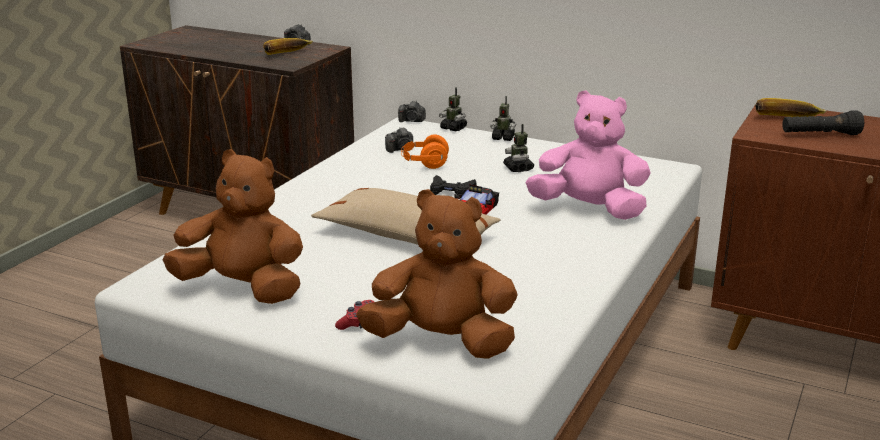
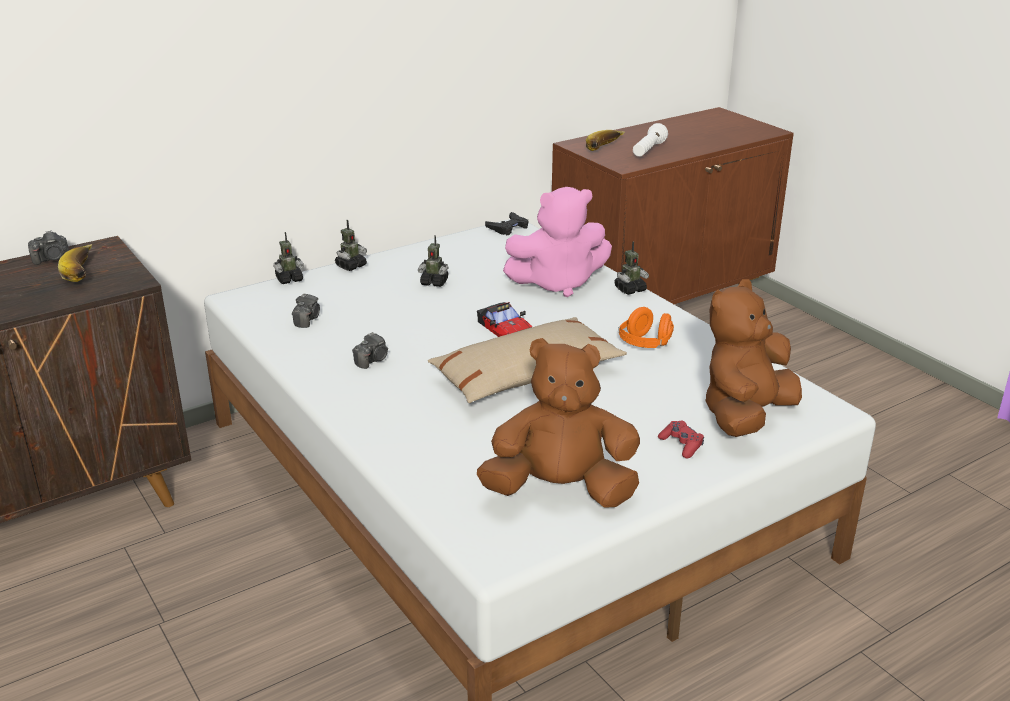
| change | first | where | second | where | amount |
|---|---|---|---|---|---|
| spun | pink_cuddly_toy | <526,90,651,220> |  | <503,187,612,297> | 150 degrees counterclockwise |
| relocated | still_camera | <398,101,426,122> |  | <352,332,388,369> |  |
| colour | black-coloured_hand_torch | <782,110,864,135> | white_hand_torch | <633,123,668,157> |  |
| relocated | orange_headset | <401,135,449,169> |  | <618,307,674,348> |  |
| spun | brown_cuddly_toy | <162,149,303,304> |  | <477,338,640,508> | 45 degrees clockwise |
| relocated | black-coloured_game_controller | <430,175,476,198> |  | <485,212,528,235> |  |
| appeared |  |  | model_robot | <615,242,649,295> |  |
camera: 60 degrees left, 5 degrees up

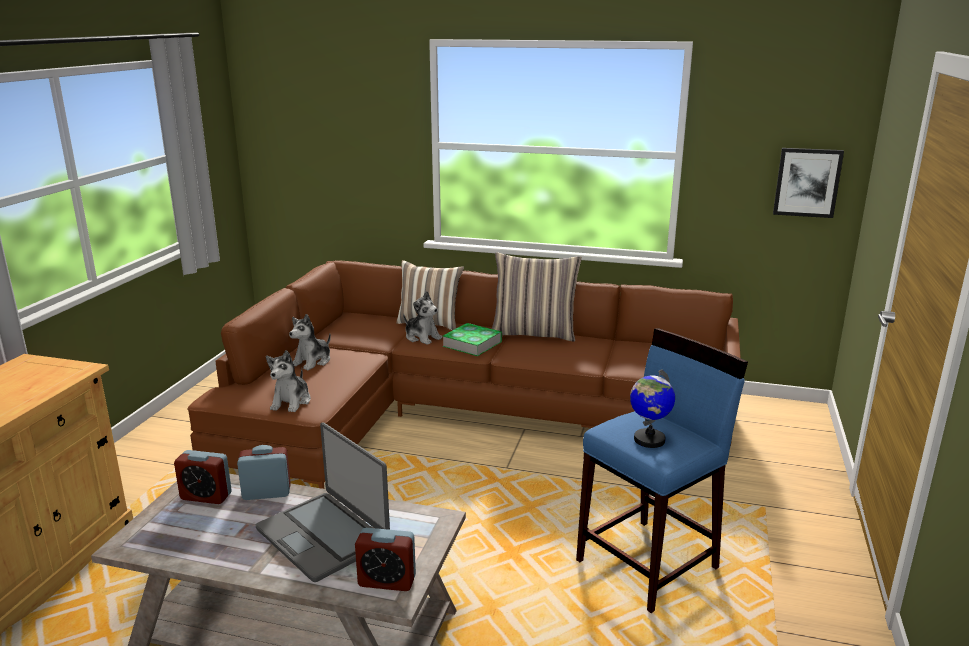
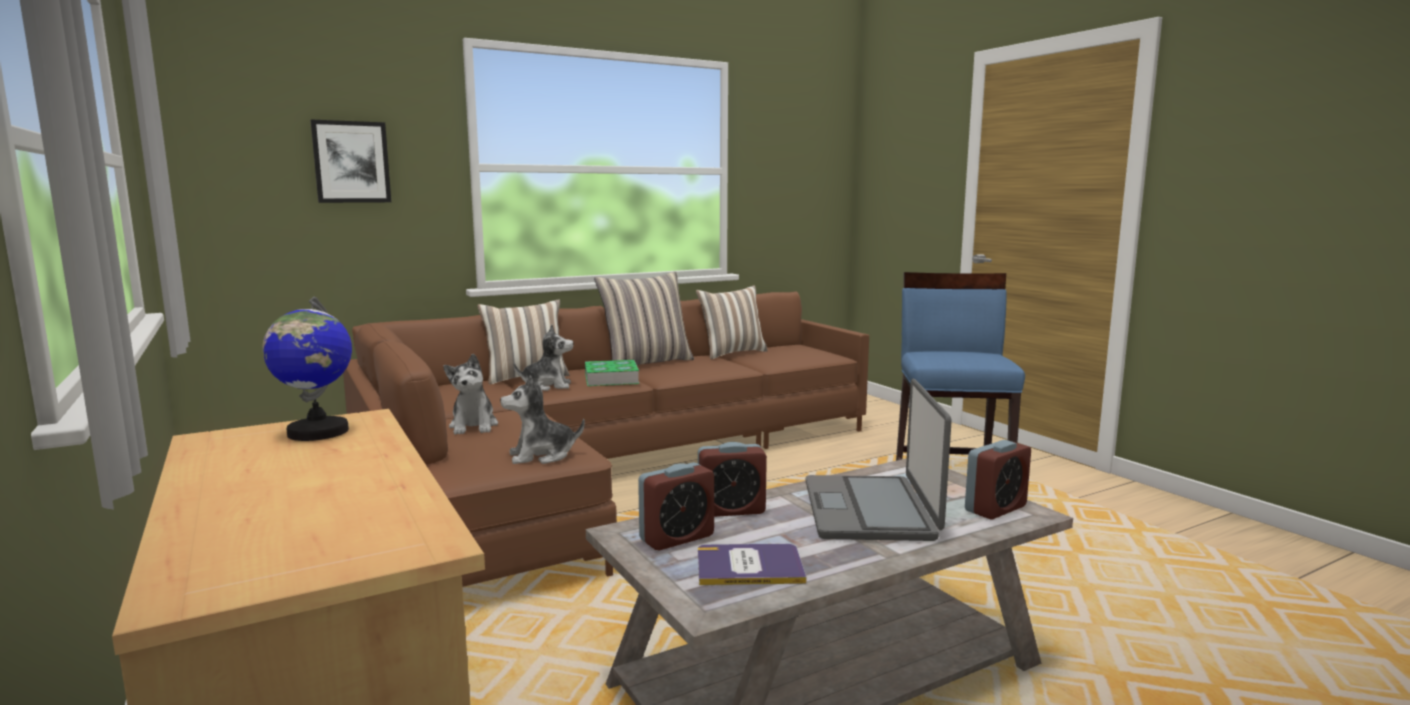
| change | first | where | second | where | amount |
|---|---|---|---|---|---|
| relocated | wall_art | <773,148,844,218> |  | <310,119,391,203> |  |
| spun | cuddly_toy | <266,350,311,412> |  | <500,375,585,464> | 105 degrees clockwise |
| relocated | world_globe | <630,369,675,448> |  | <263,296,352,441> |  |
| spun | portable_computer | <256,422,390,582> |  | <806,379,952,541> | 90 degrees clockwise |
| spun | alarm_clock | <237,445,291,500> |  | <698,442,767,517> | 135 degrees counterclockwise |
| appeared |  |  | pillow | <696,286,768,359> |  |
| appeared |  |  | book | <698,544,806,585> |  |
camera: 45 degrees left, 10 degrees down

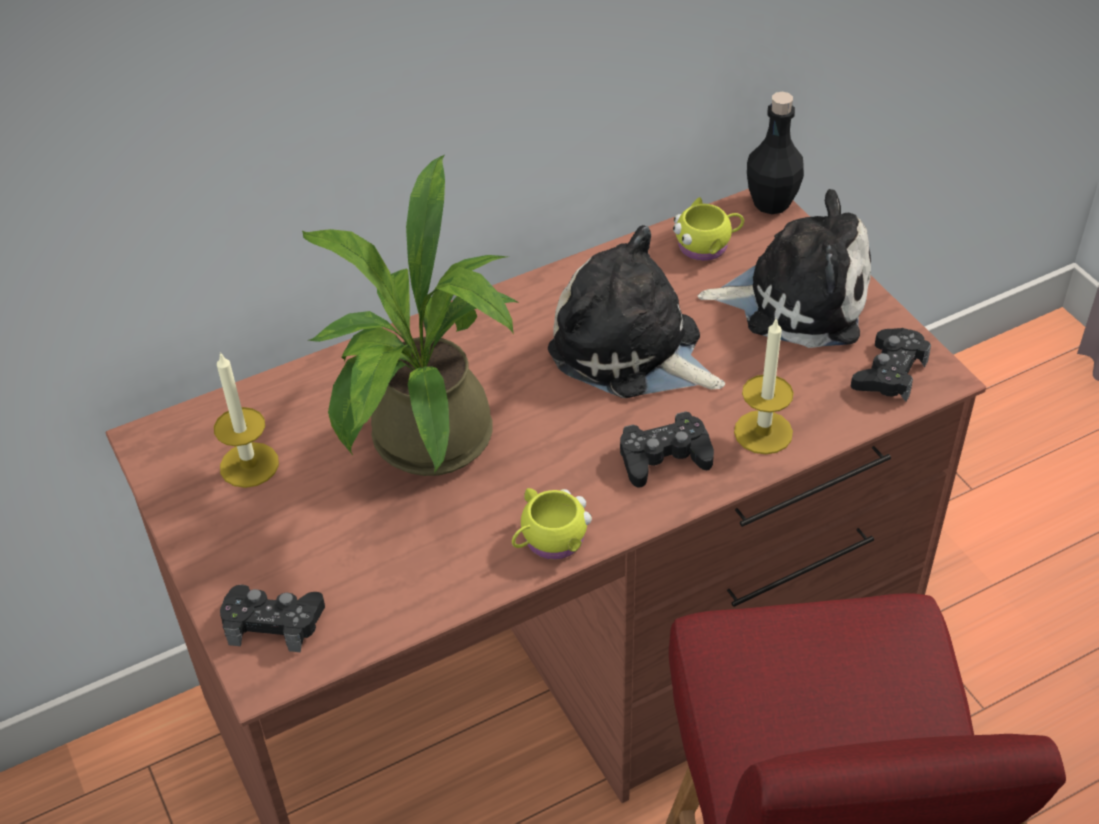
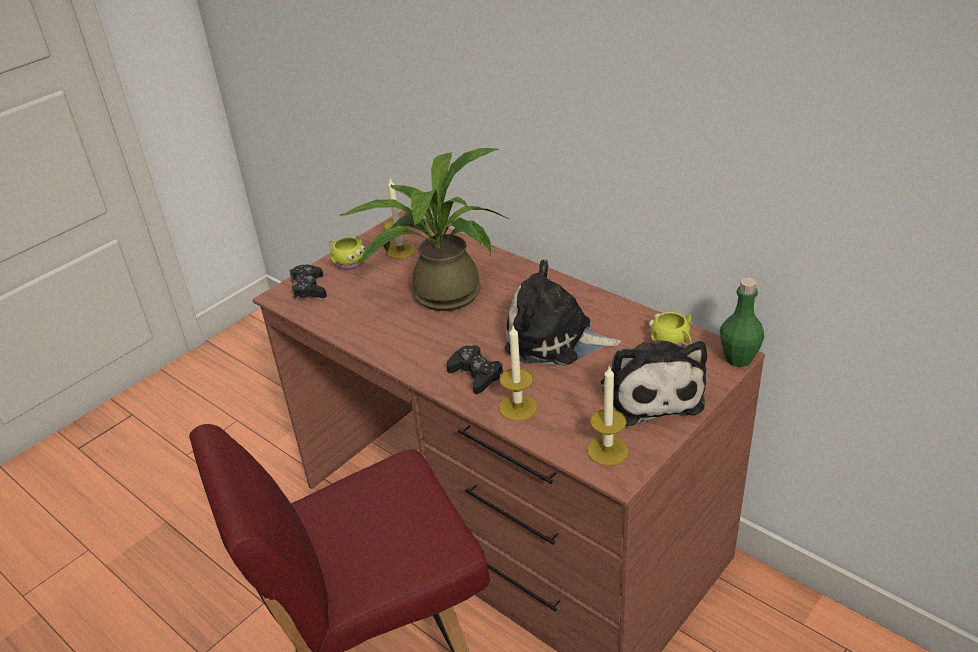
| change | first | where | second | where | amount |
|---|---|---|---|---|---|
| colour | black-coloured_drink_bottle | <747,92,804,214> | green_drink_bottle | <720,278,764,367> |  |
| spun | cuddly_toy | <548,225,725,398> |  | <505,260,621,366> | 90 degrees counterclockwise |
| exchanged | black-coloured_game_controller | <851,328,931,402> | wax_candle | <587,365,629,466> |  |
| relocated | yellow_coffee_mug | <512,488,592,560> |  | <329,235,366,270> |  |
camera: 70 degrees right, 10 degrees down

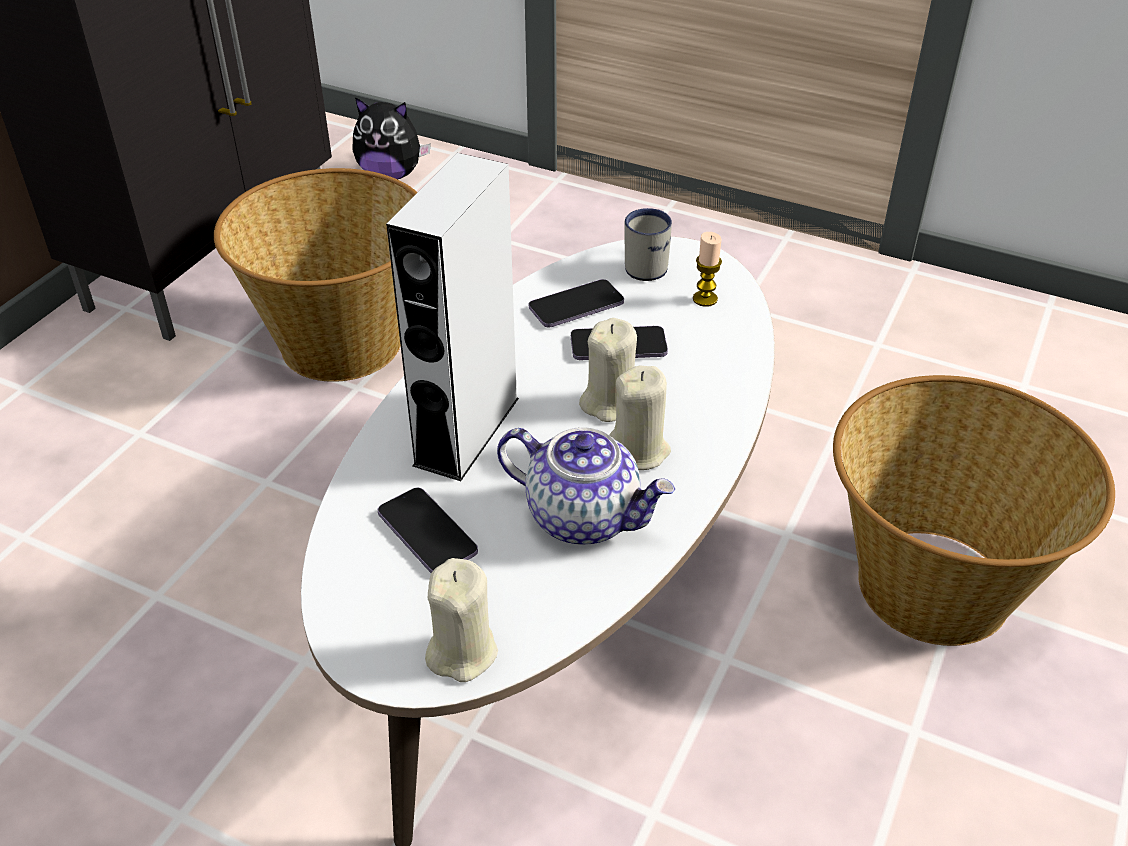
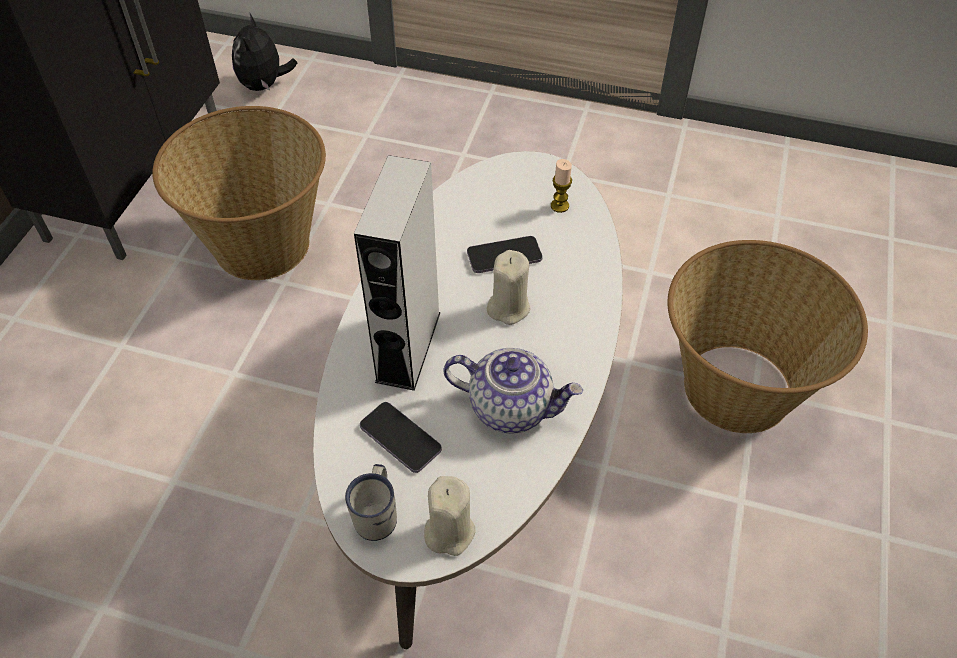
| change | first | where | second | where | amount |
|---|---|---|---|---|---|
| spun | cuddly_toy | <352,97,431,179> |  | <232,14,297,91> | 90 degrees clockwise |
| relocated | white_coffee_mug | <624,208,672,281> |  | <345,464,397,541> |  |
| missing | telephone | <529,279,624,327> |  |  |  |
| missing | sand-coloured_wax_candle | <609,366,671,470> |  |  |  |
camera: 10 degrees left, 10 degrees up

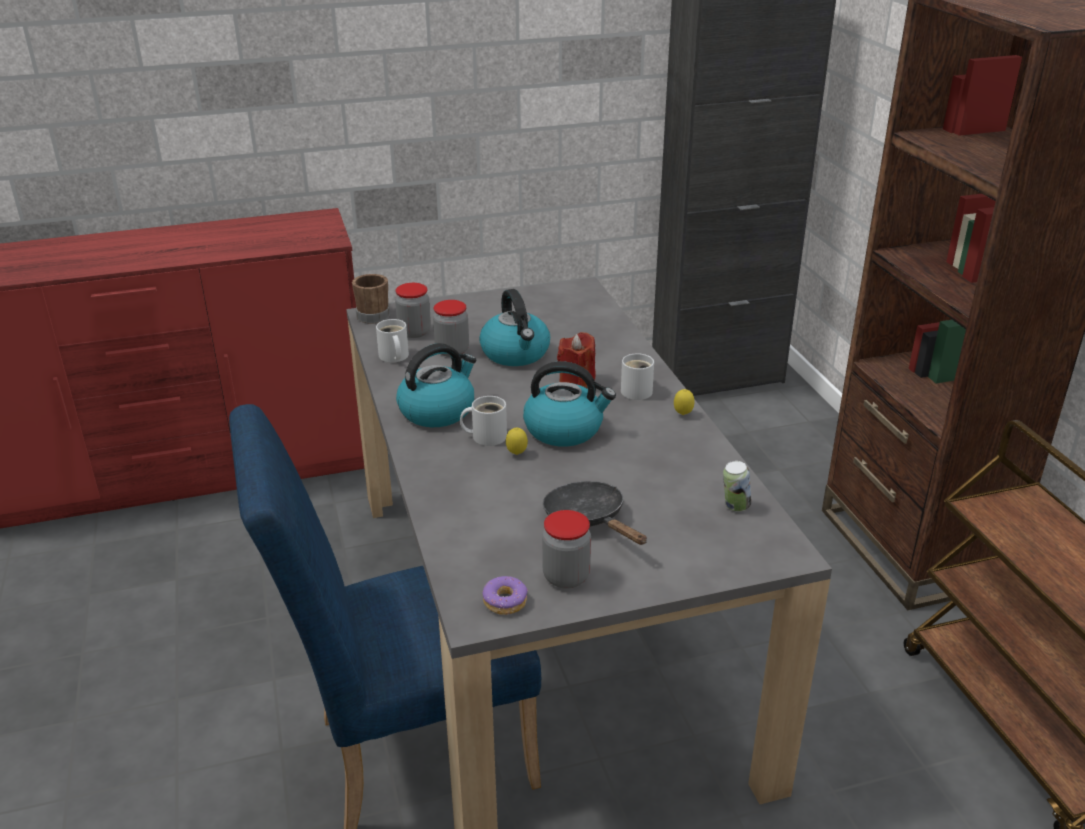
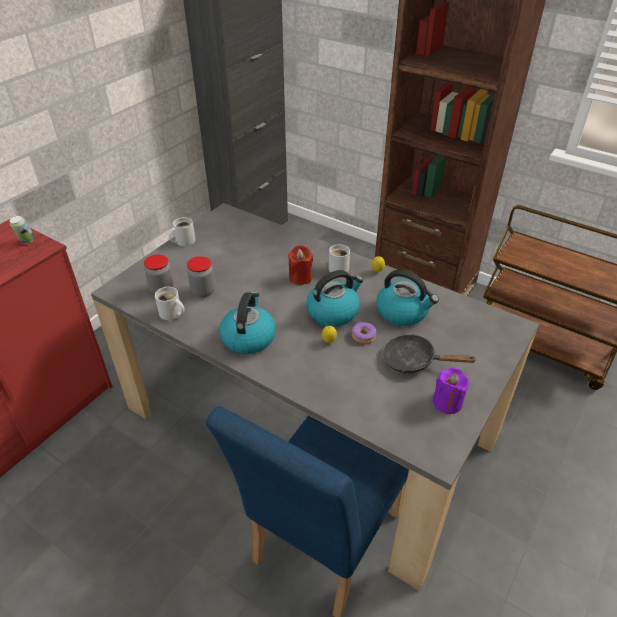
| change | first | where | second | where | amount |
|---|---|---|---|---|---|
| missing | brown_coffee_mug | <352,274,390,323> |  |  |  |
| relocated | water_kettle | <479,289,550,366> |  | <376,269,439,326> |  |
| relocated | white_coffee_mug | <460,396,507,446> |  | <169,217,196,246> |  |
| relocated | sealed_can | <723,461,751,511> |  | <10,215,35,244> |  |
| exchanged | preserve_jar | <542,510,591,589> | purplish_wax_candle | <433,367,470,414> |  |
| relocated | ring_doughnut | <483,576,528,615> |  | <352,322,377,343> |  |
camera: 40 degrees left, 10 degrees up

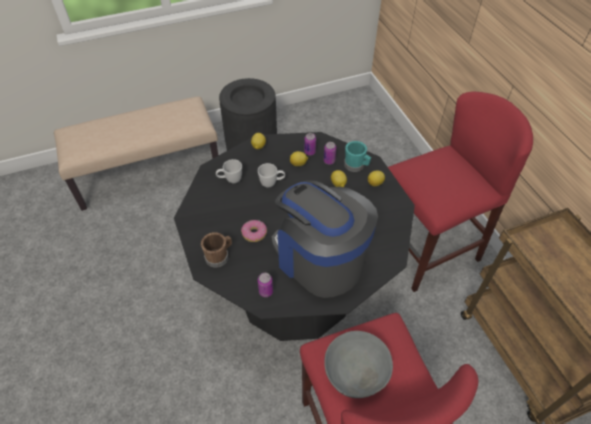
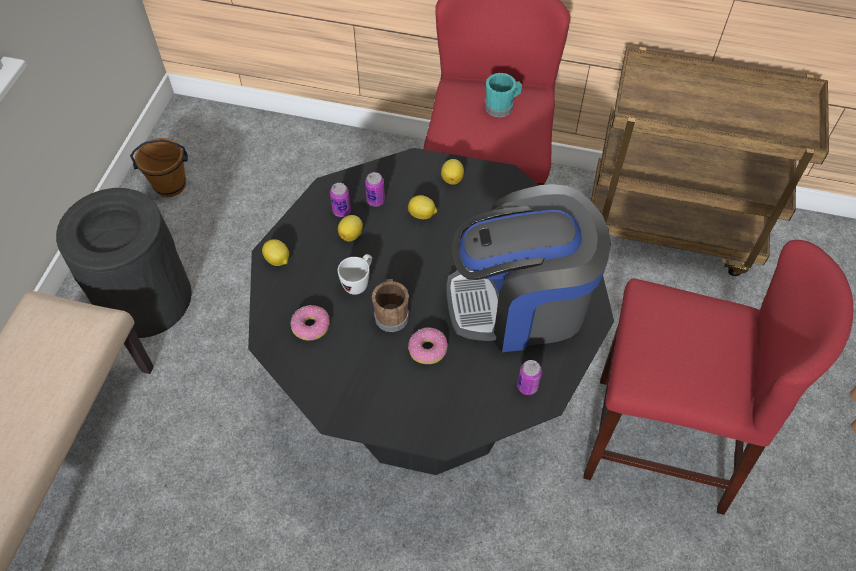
| change | first | where | second | where | amount |
|---|---|---|---|---|---|
| relocated | blue-green_coffee_mug | <344,141,371,172> |  | <485,73,522,117> |  |
| exchanged | white_coffee_mug | <216,159,242,183> | ring_doughnut | <291,305,330,341> |  |
| relocated | brown_coffee_mug | <201,232,232,268> |  | <372,279,409,332> |  |
| missing | grey_serving_bowl | <324,331,393,398> |  |  |  |
| appeared |  |  | brown_water_bucket | <130,138,188,197> |  |
camera: 55 degrees left, 5 degrees up

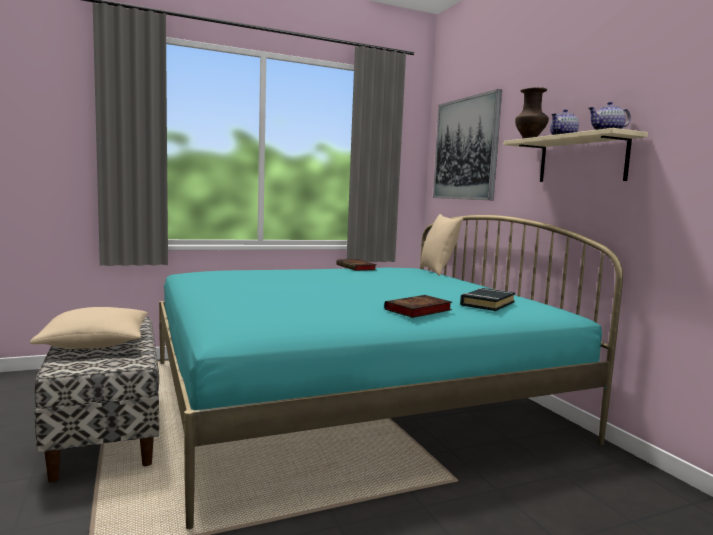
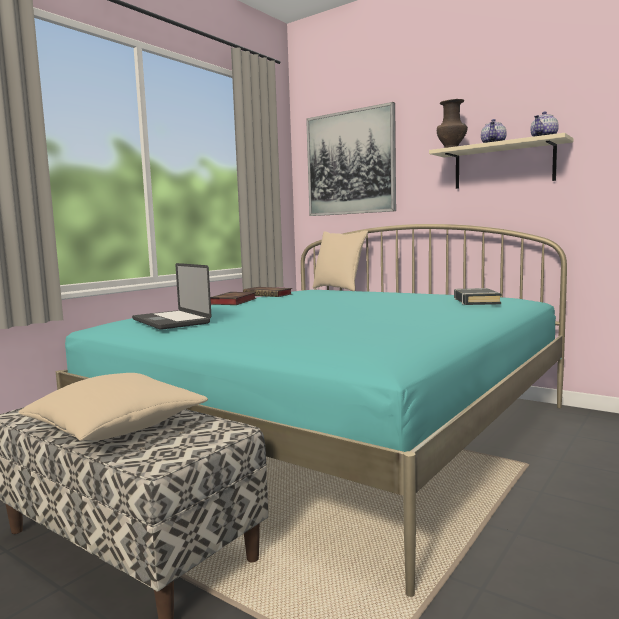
| change | first | where | second | where | amount |
|---|---|---|---|---|---|
| relocated | book | <384,295,452,318> |  | <210,292,256,305> |  |
| appeared |  |  | portable_computer | <132,263,211,330> |  |
camera: 30 degrees left, 0 degrees up

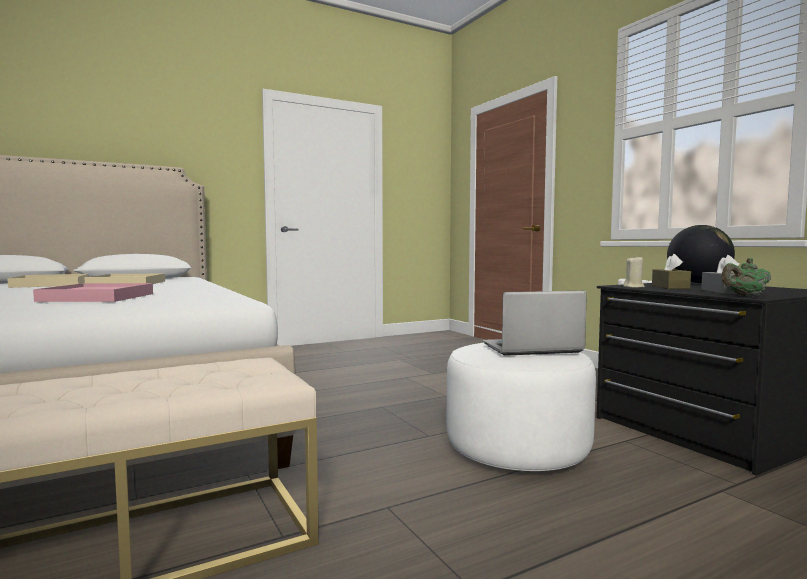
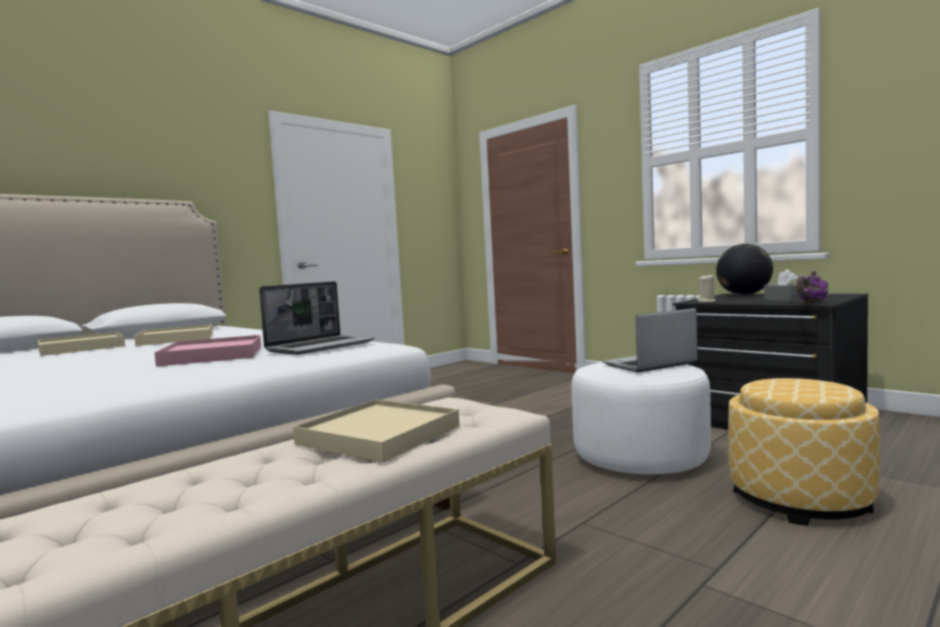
| change | first | where | second | where | amount |
|---|---|---|---|---|---|
| missing | brown_tissue_box | <652,254,691,289> |  |  |  |
| colour | green_tea_pot | <721,258,771,297> | purplish_tea_pot | <796,271,828,303> |  |
| appeared |  |  | portable_computer | <259,281,375,355> |  |
| appeared |  |  | pouffe | <728,378,880,526> |  |
| appeared |  |  | sand-coloured_carrying_tray | <293,399,460,462> |  |
camera: 15 degrees left, 0 degrees up

